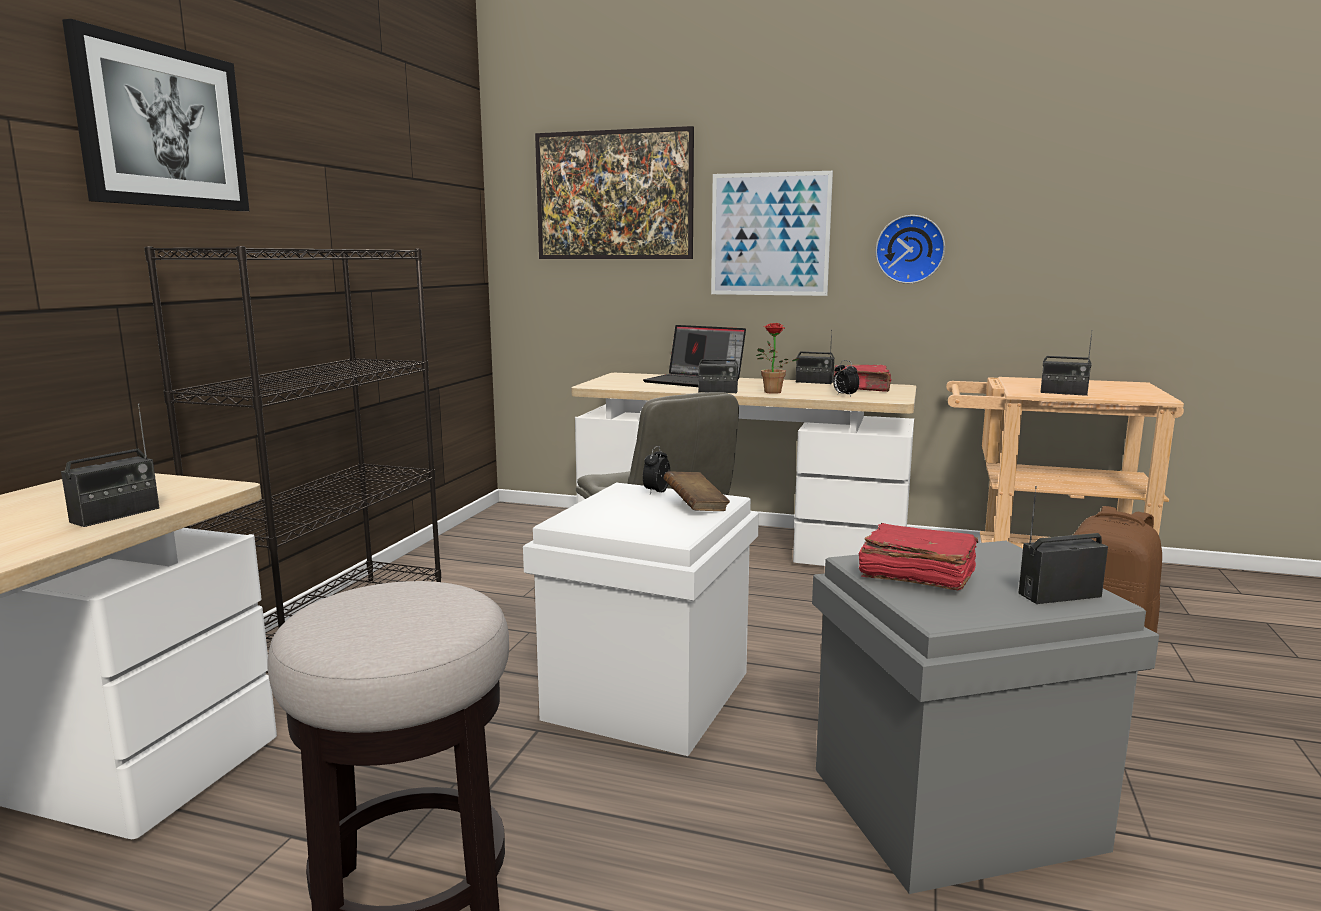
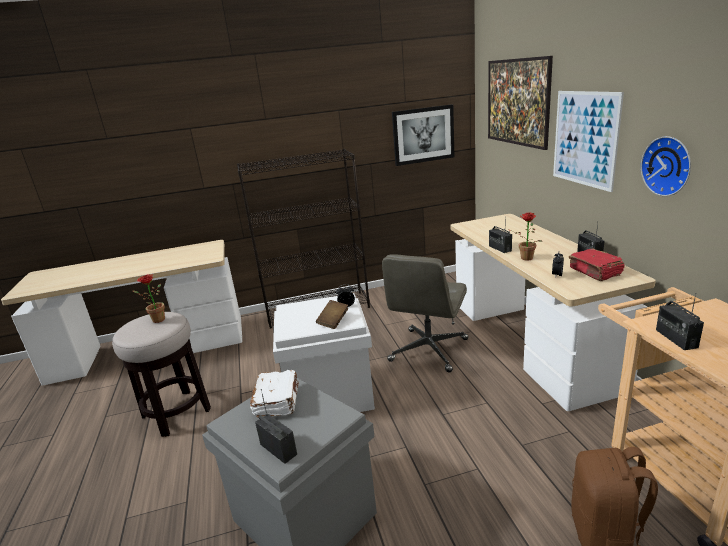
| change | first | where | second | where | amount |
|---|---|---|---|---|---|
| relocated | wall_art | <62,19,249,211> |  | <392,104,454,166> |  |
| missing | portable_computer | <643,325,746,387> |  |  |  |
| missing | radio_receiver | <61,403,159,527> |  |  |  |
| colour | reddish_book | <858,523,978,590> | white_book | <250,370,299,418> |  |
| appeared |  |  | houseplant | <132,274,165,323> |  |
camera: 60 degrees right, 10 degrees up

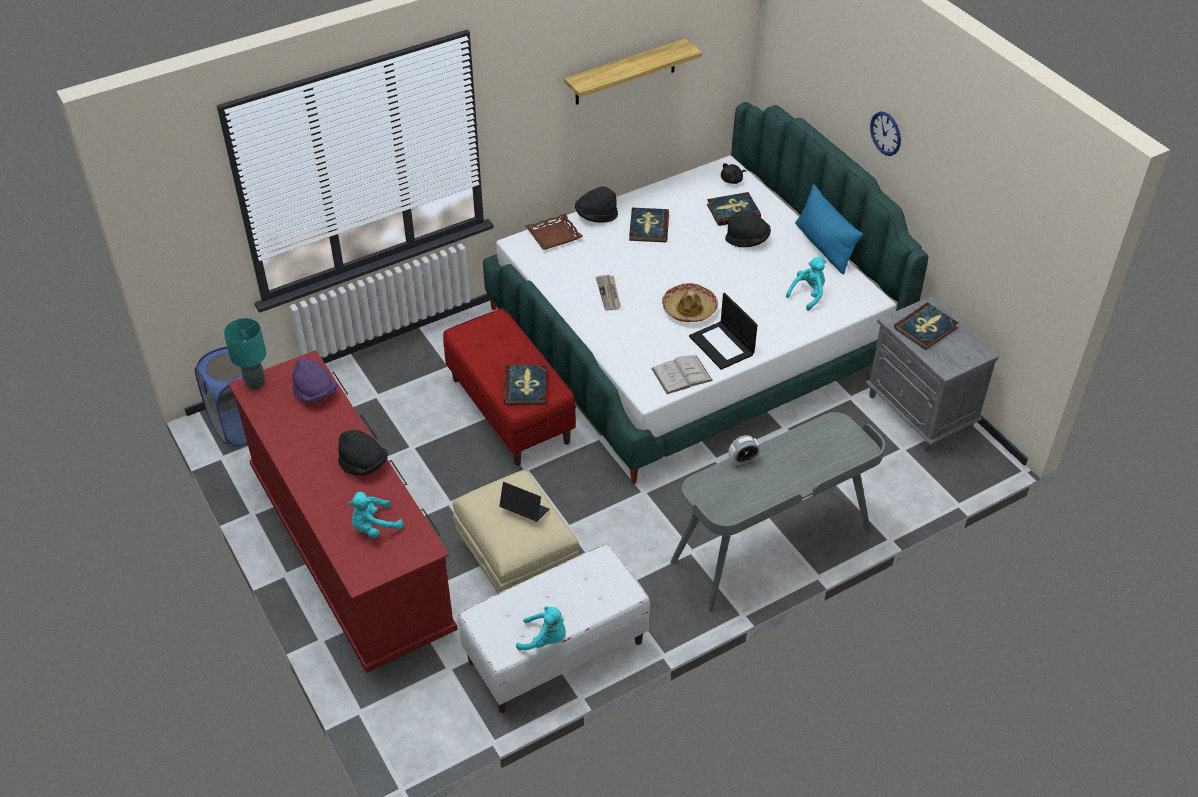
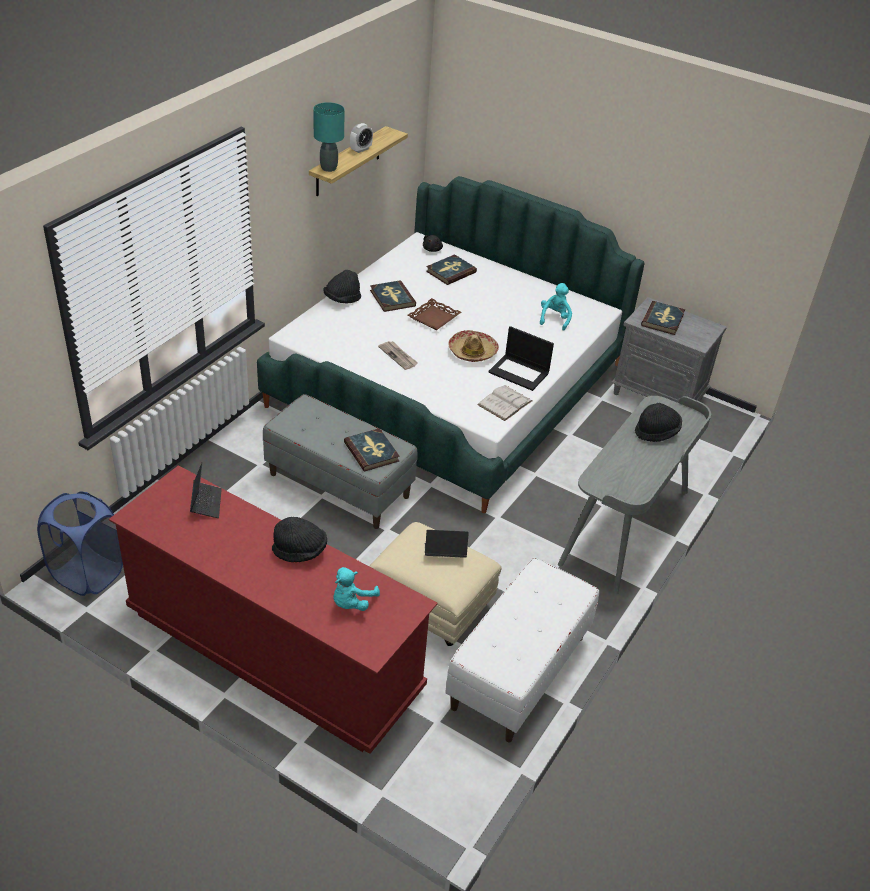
| change | first | where | second | where | amount |
|---|---|---|---|---|---|
| missing | hanging_clock | <870,112,901,156> |  |  |  |
| missing | blue-coloured_pillow | <795,184,863,274> |  |  |  |
| relocated | black-coloured_clothing_hat | <725,211,771,247> |  | <635,403,682,442> |  |
| relocated | brown_carrying_tray | <526,214,583,250> |  | <408,298,461,330> |  |
| colour | reddish_indoor_bench | <443,308,576,466> | grey_indoor_bench | <263,394,417,529> |  |
| relocated | blue-green_tabletop_lamp | <224,318,266,390> |  | <313,102,345,172> |  |
| exchanged | purplish_clothing_hat | <292,359,337,403> | portable_computer | <190,462,222,518> |  |
| relocated | alarm_clock | <728,435,760,467> |  | <350,123,373,153> |  |
| missing | blue-green_cuddly_toy | <516,606,566,651> |  |  |  |
camera: 30 degrees left, 5 degrees down

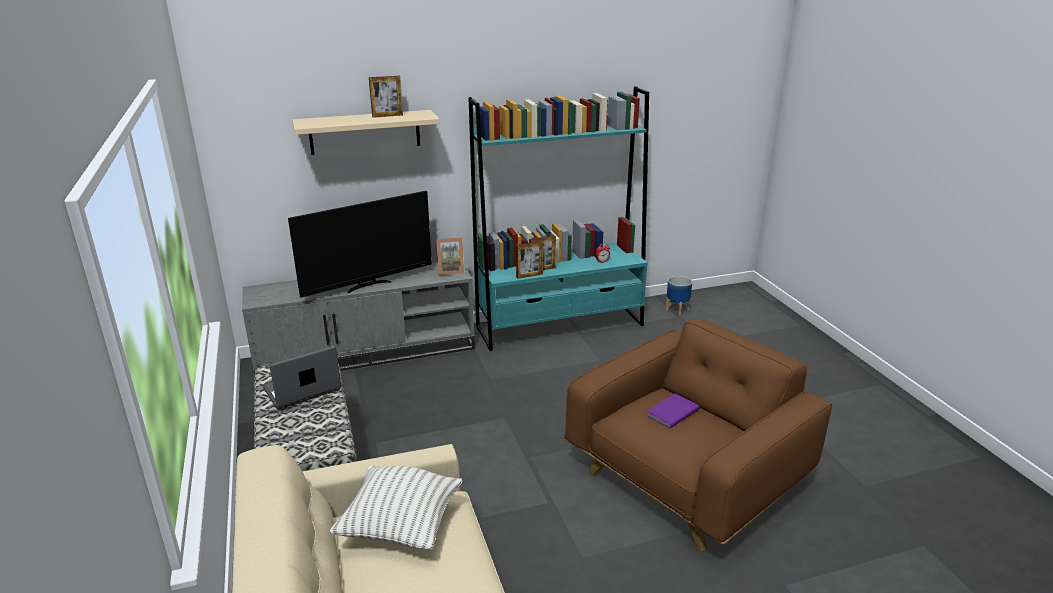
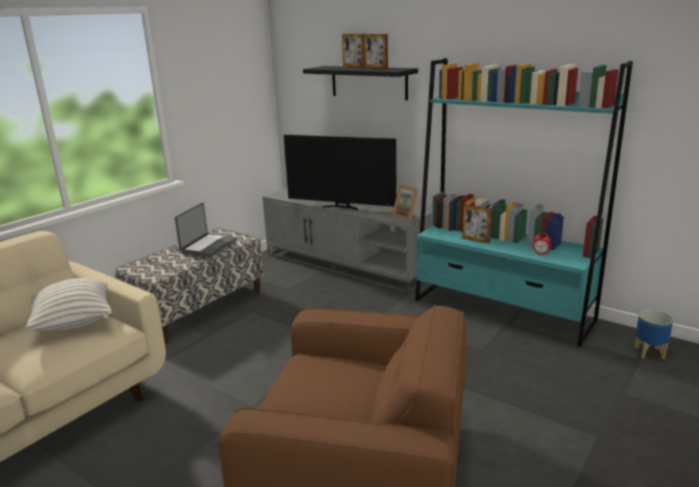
| change | first | where | second | where | amount |
|---|---|---|---|---|---|
| colour | sand-coloured_shelf | <292,110,440,155> | black-coloured_shelf | <303,66,418,100> |  |
| relocated | picture_frame | <516,241,543,279> |  | <342,34,365,67> |  |
| spun | portable_computer | <263,346,341,410> |  | <175,203,237,257> | 90 degrees clockwise |
| missing | purplish_book | <646,394,699,429> |  |  |  |
camera: 55 degrees right, 5 degrees down

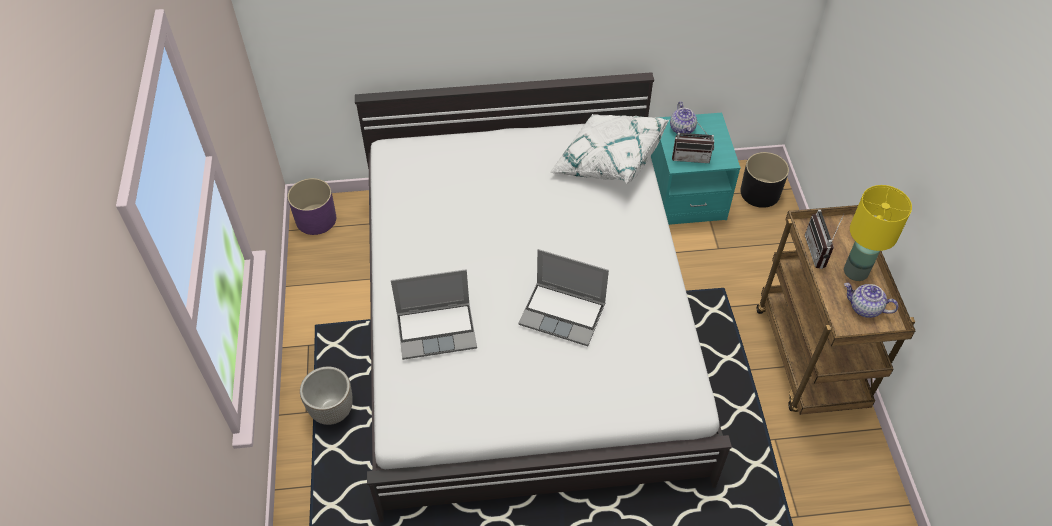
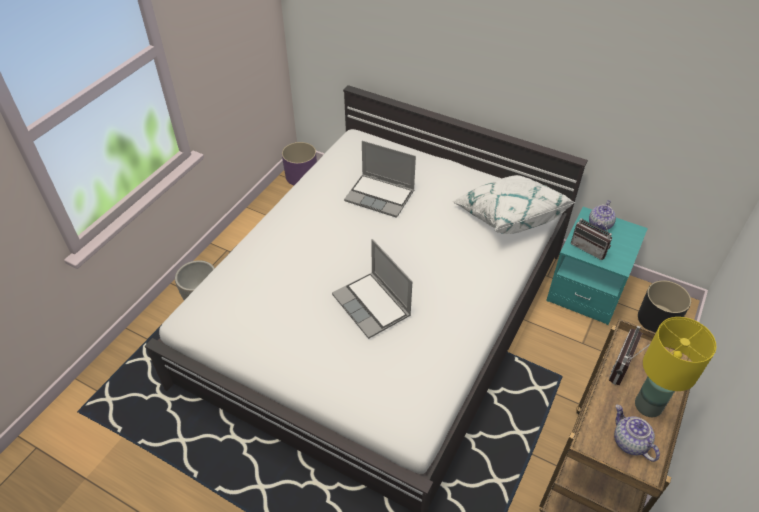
| change | first | where | second | where | amount |
|---|---|---|---|---|---|
| relocated | portable_computer | <391,269,477,360> |  | <344,141,416,218> |  |
camera: 35 degrees right, 5 degrees down

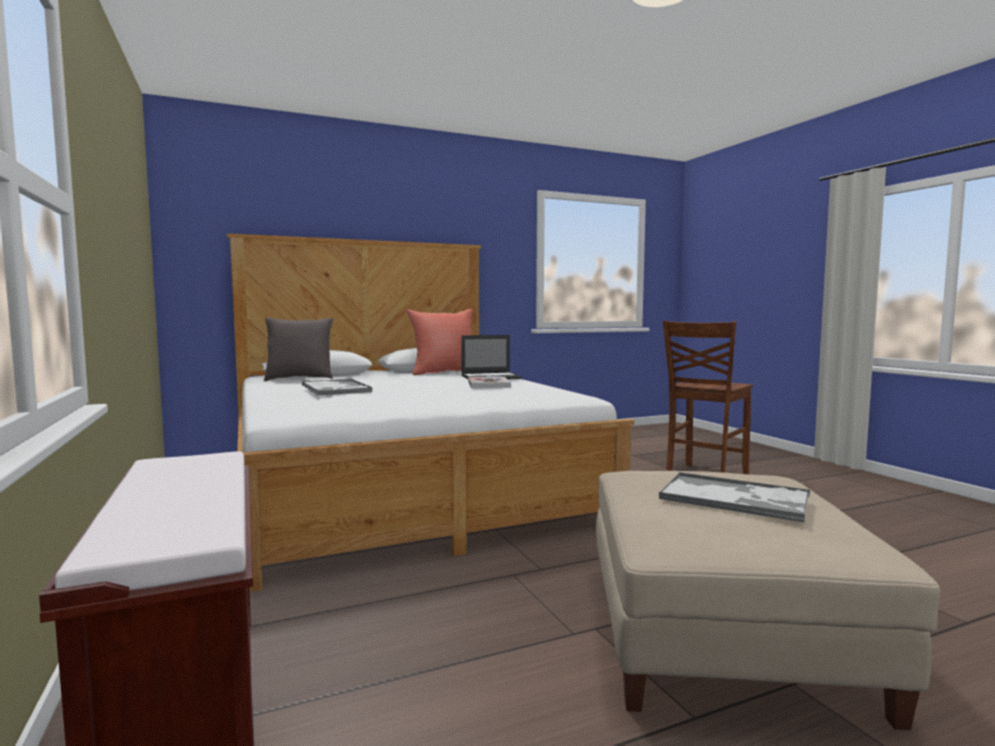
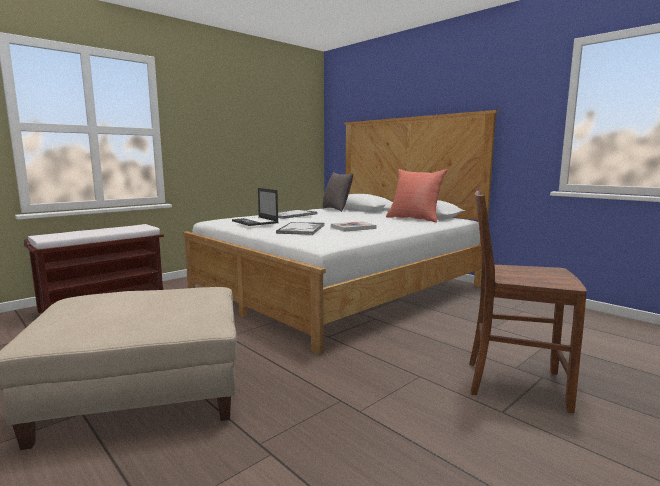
| change | first | where | second | where | amount |
|---|---|---|---|---|---|
| relocated | portable_computer | <461,335,522,379> |  | <232,188,279,226> |  |
| relocated | carrying_tray | <659,472,810,522> |  | <276,222,325,235> |  |
camera: 70 degrees right, 5 degrees up

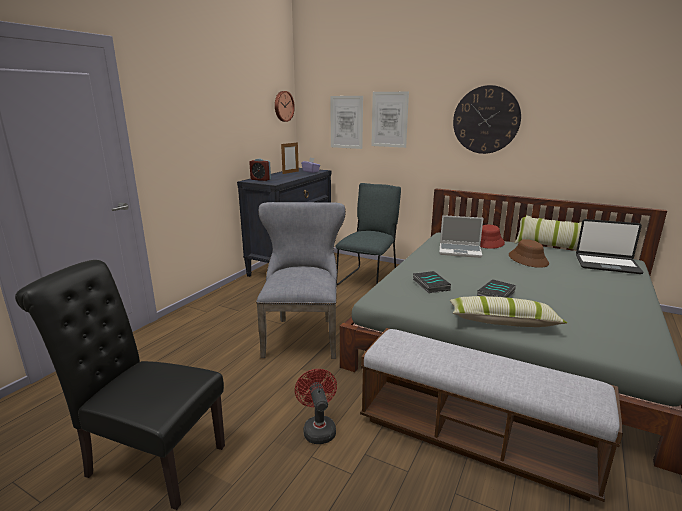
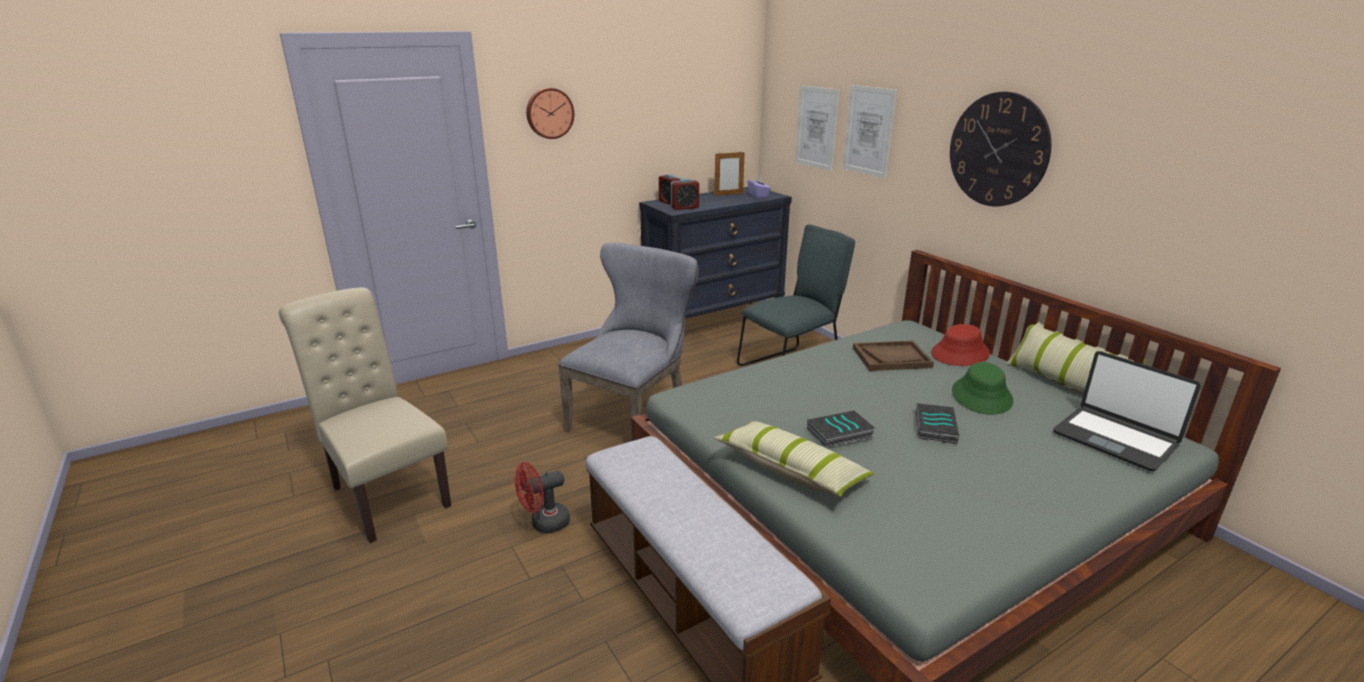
| change | first | where | second | where | amount |
|---|---|---|---|---|---|
| relocated | hanging_clock | <275,91,295,122> |  | <526,88,574,139> |  |
| exchanged | portable_computer | <439,215,483,258> | brown_carrying_tray | <853,341,934,371> |  |
| colour | brown_clothing_hat | <509,239,549,268> | green_clothing_hat | <952,362,1013,415> |  |
| colour | black-coloured_plain_chair | <15,260,225,510> | sand-coloured_plain_chair | <279,287,451,543> |  |
| relocated | book | <413,271,451,293> |  | <915,403,959,444> |  |
| spun | reddish_electric_fan | <295,369,337,444> |  | <514,462,570,533> | 135 degrees counterclockwise |
| appeared |  |  | alarm_clock | <671,179,699,210> |  |
camera: 30 degrees right, 5 degrees up

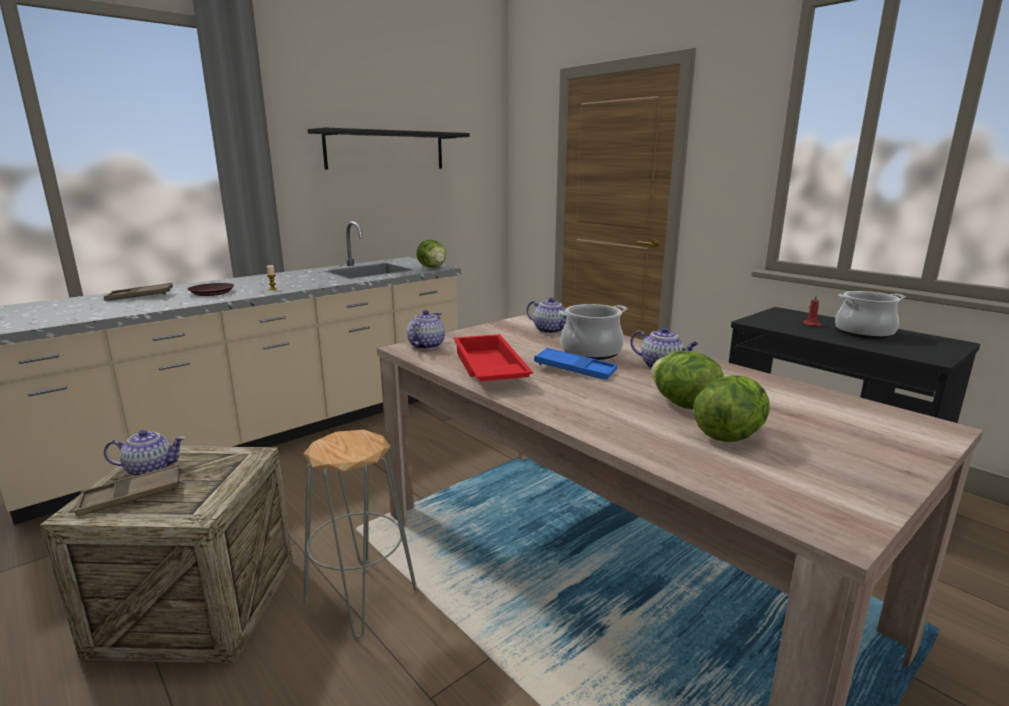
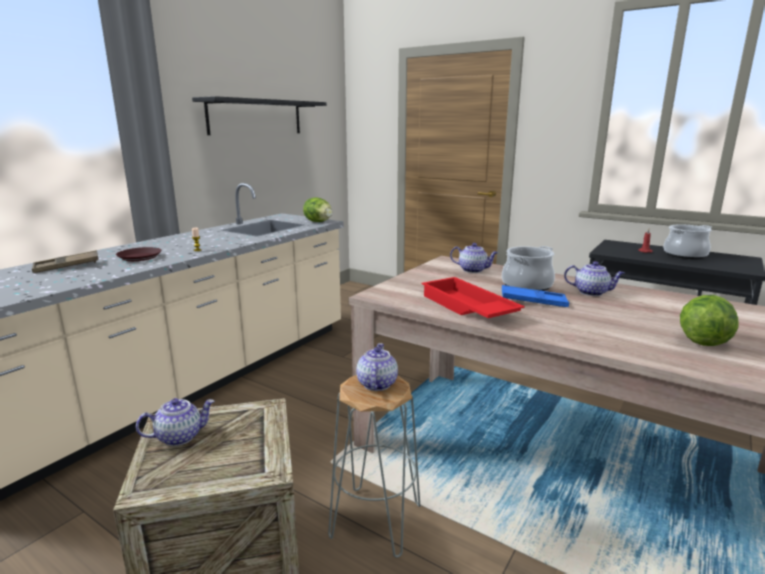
| change | first | where | second | where | amount |
|---|---|---|---|---|---|
| relocated | tea_pot | <407,310,445,350> |  | <357,343,398,391> |  |
| missing | lettuce_head | <651,351,724,409> |  |  |  |
| missing | brown_carrying_tray | <75,464,180,516> |  |  |  |
camera: 15 degrees left, 0 degrees up

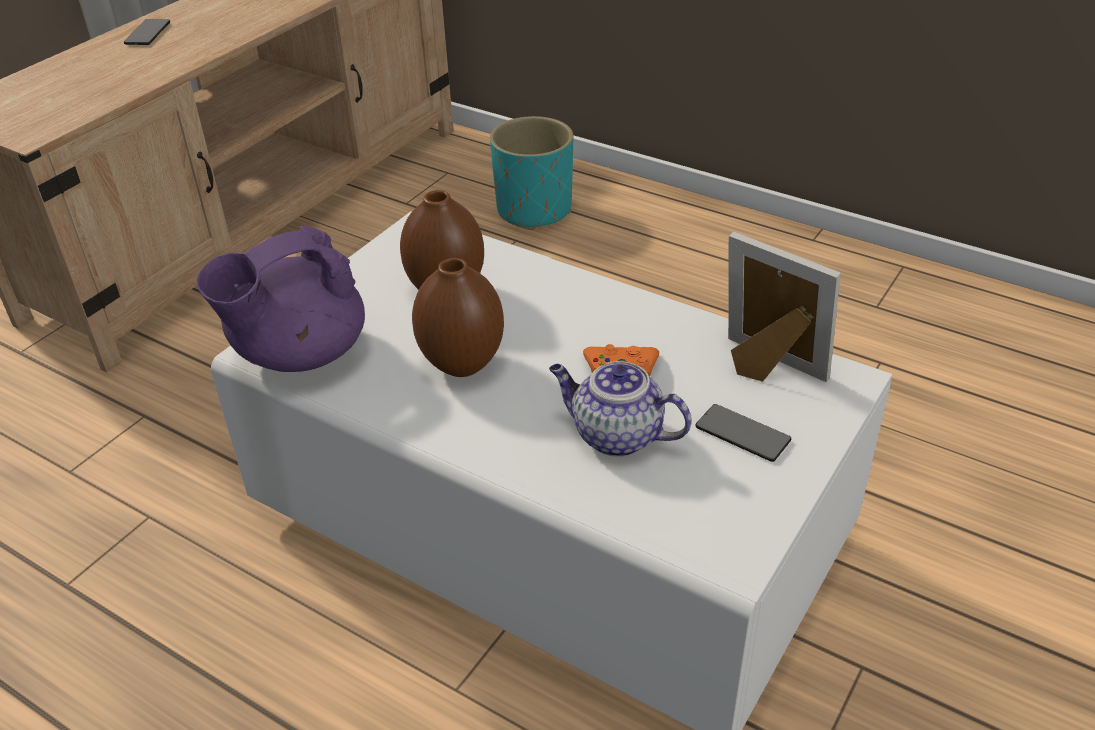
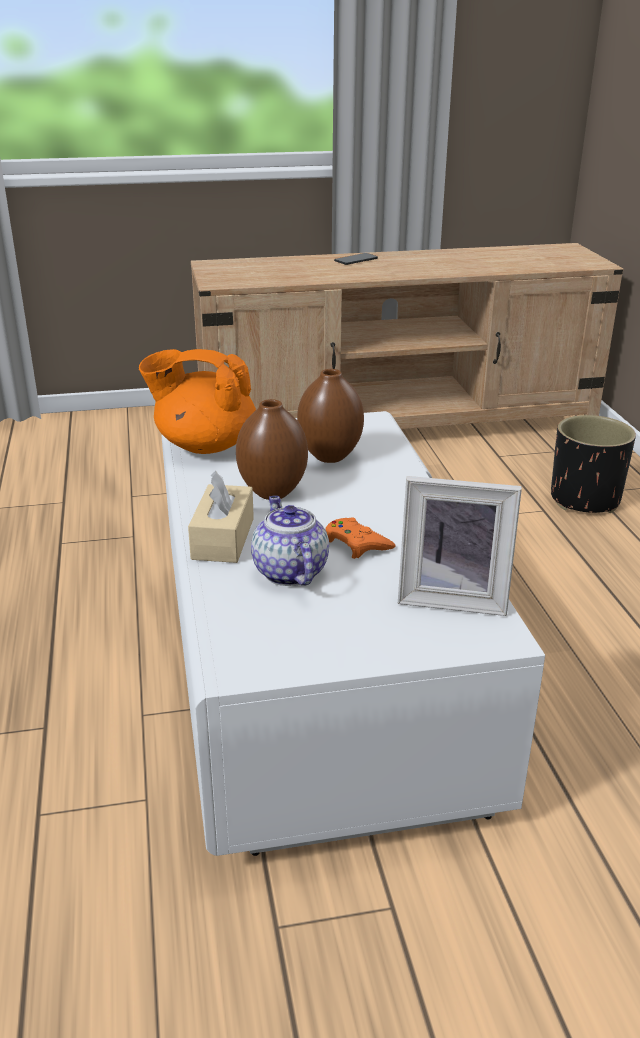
| change | first | where | second | where | amount |
|---|---|---|---|---|---|
| colour | blue-green_flower_pot | <490,116,574,230> | black-coloured_flower_pot | <551,415,636,513> |  |
| colour | purplish_tea_pot | <197,226,365,372> | orange_tea_pot | <139,349,256,454> |  |
| spun | picture_frame | <728,232,841,382> |  | <398,476,522,616> | 105 degrees clockwise |
| missing | telephone | <695,404,791,462> |  |  |  |
| appeared |  |  | sand-coloured_tissue_box | <188,471,254,563> |  |
camera: 45 degrees right, 10 degrees down

